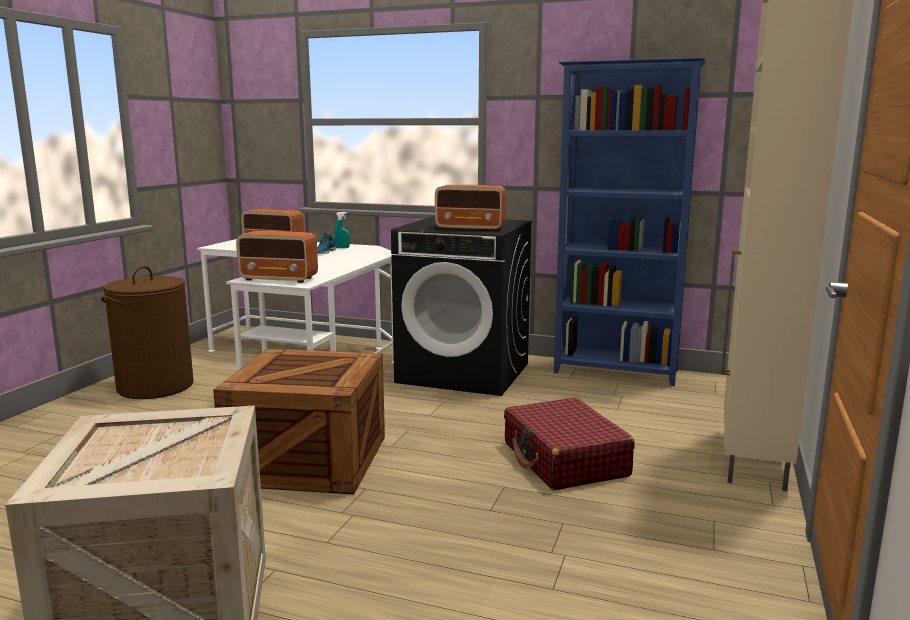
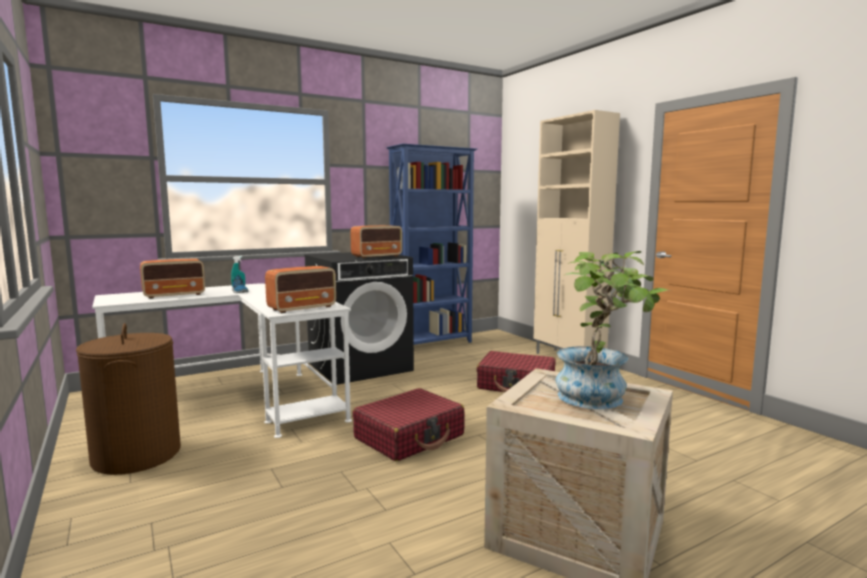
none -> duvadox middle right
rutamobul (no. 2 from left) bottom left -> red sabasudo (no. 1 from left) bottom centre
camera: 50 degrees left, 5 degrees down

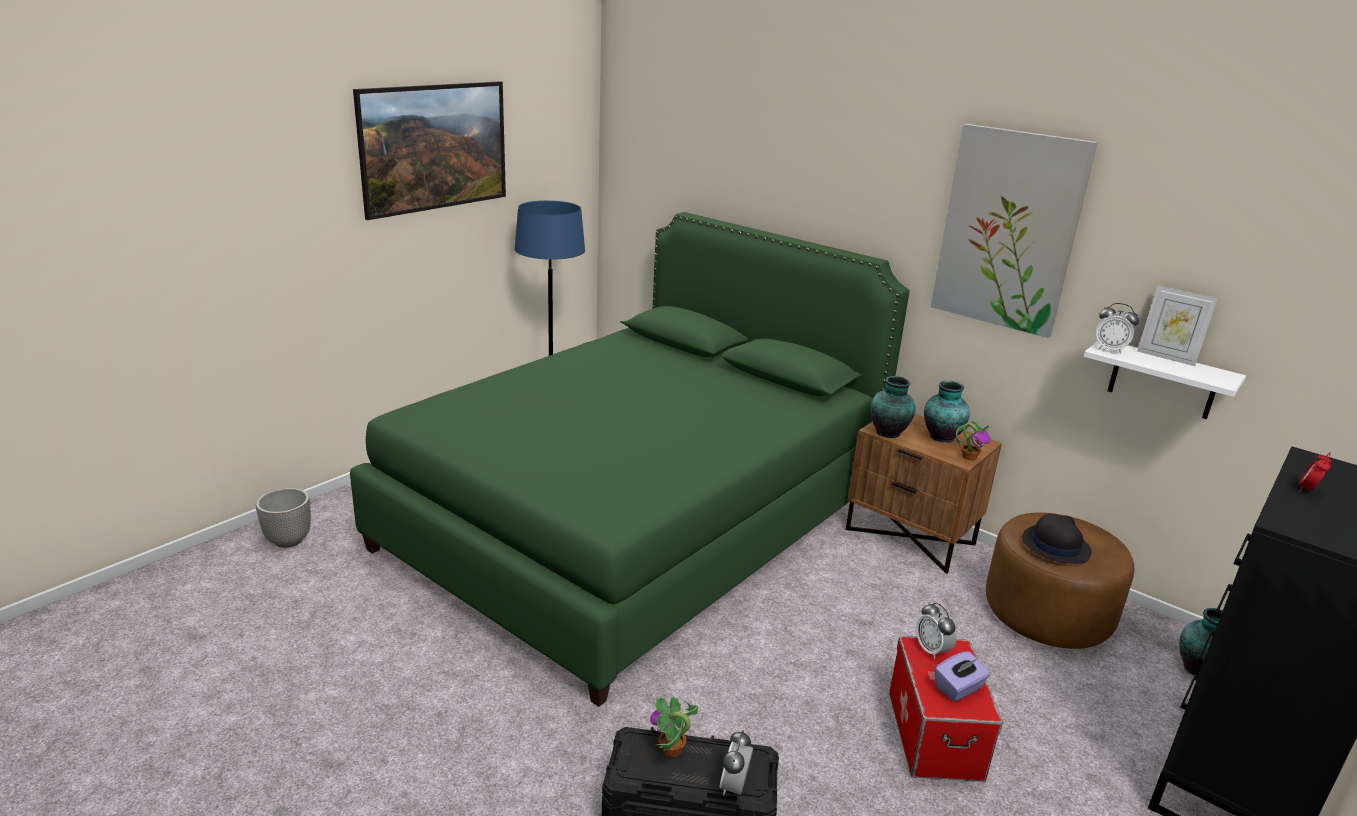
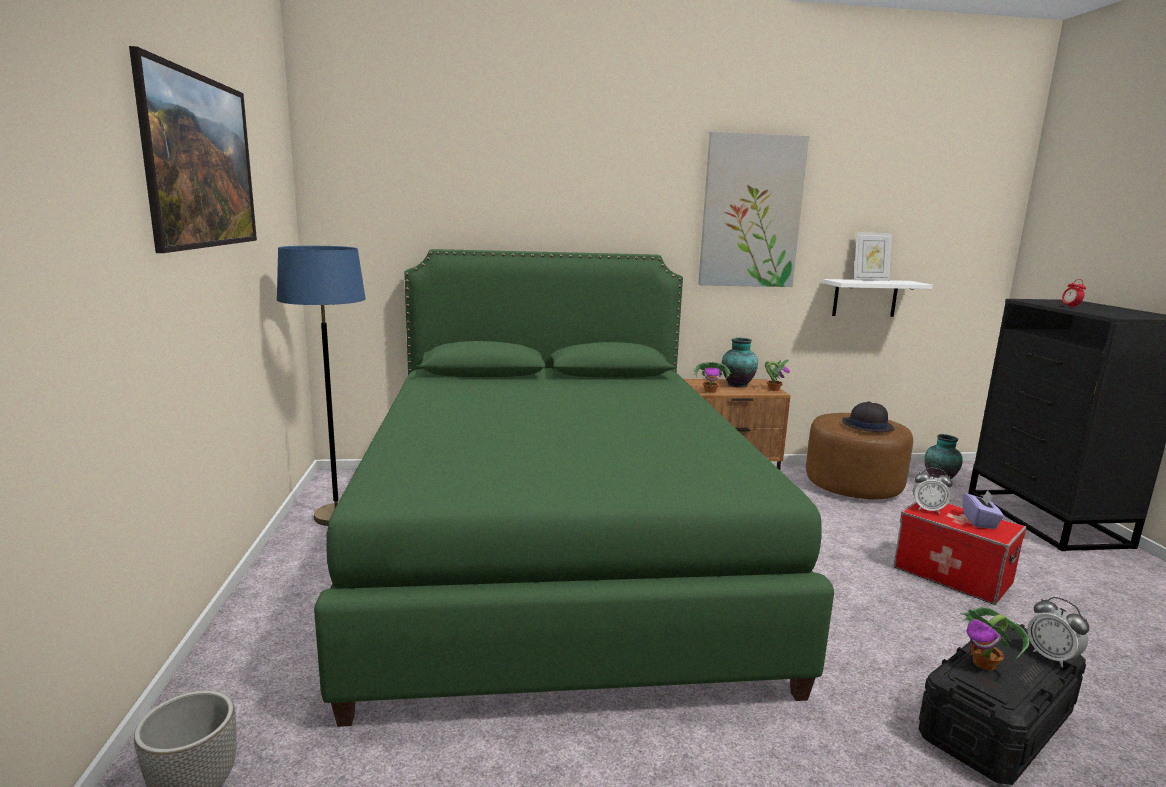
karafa (no. 3 from left) middle right -> none
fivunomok (no. 1 from left) centre -> duvadox (no. 1 from left) centre
camera: 45 degrees left, 10 degrees down

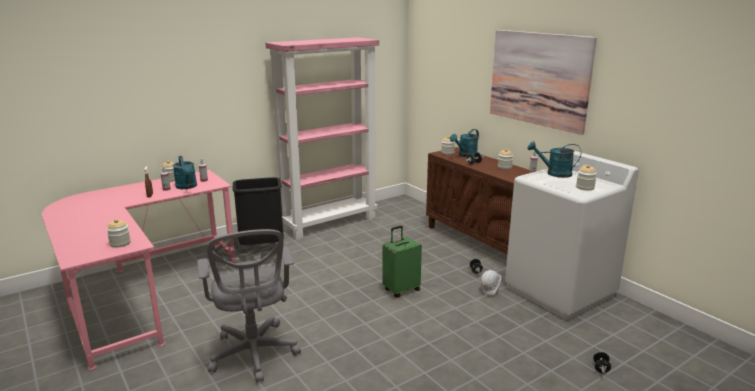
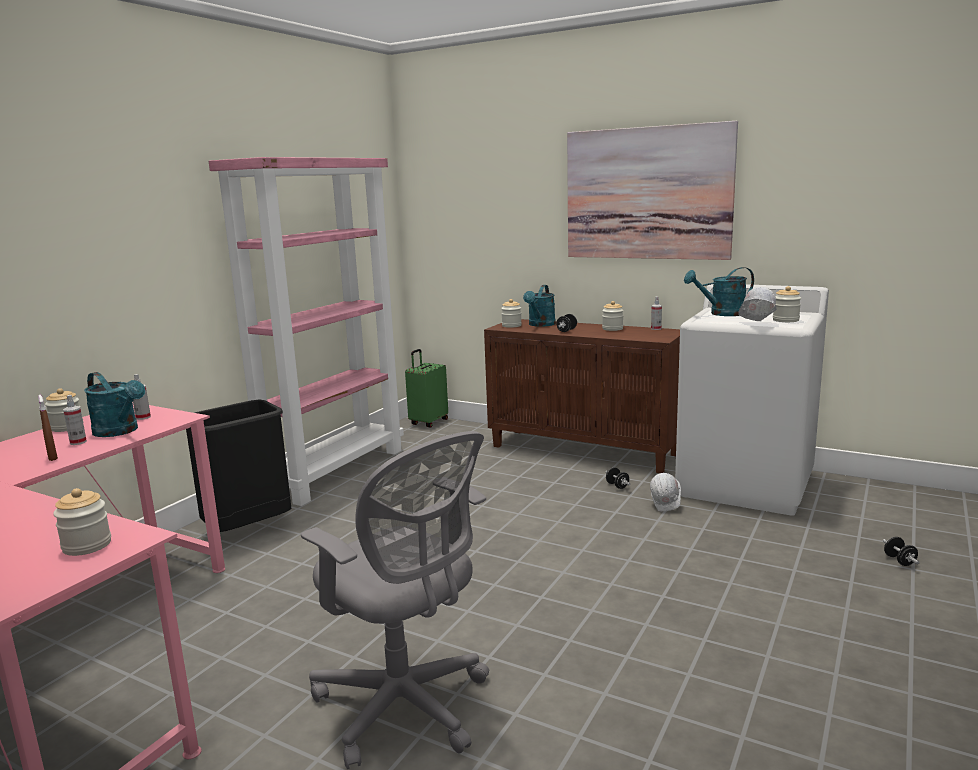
none -> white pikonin (no. 2 from left) middle right
green sabasudo bottom centre -> green sabasudo centre, relocated
camera: 25 degrees left, 5 degrees down

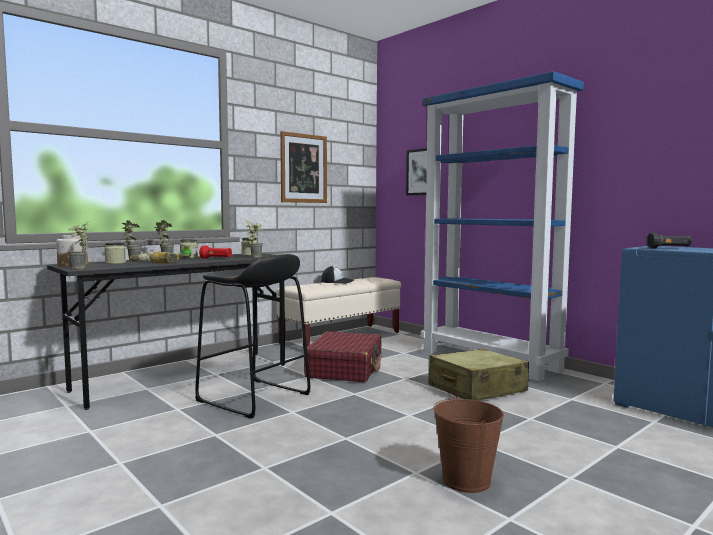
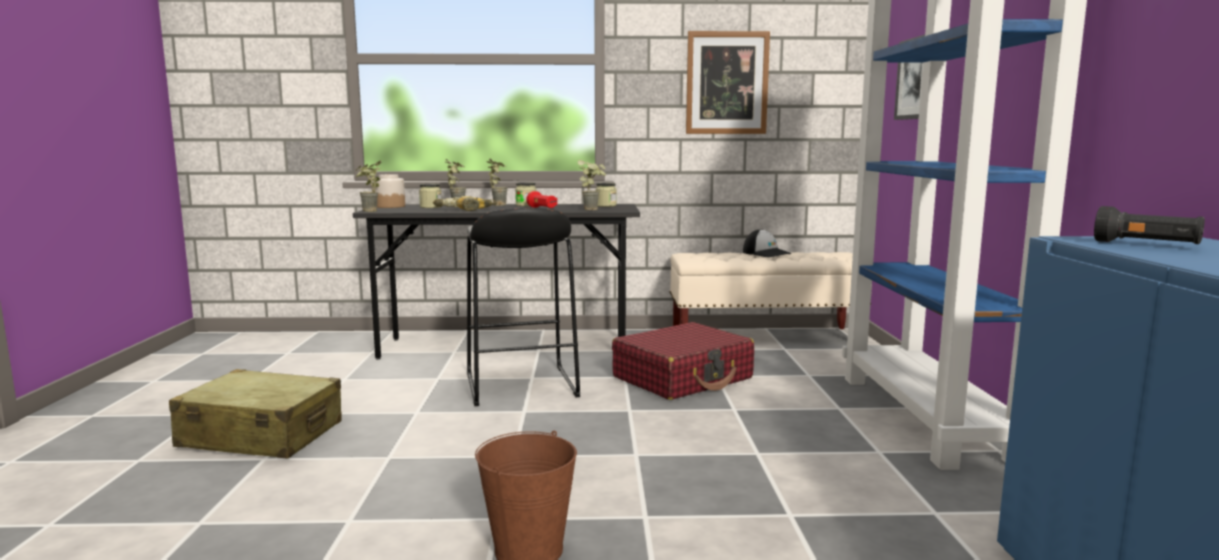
beige sabasudo bottom right -> beige sabasudo bottom left, relocated
camera: 40 degrees right, 5 degrees up

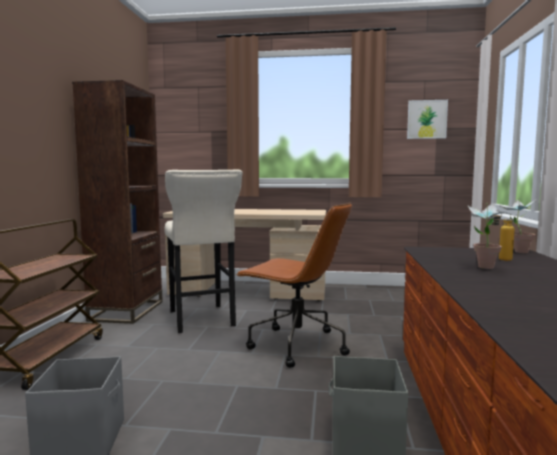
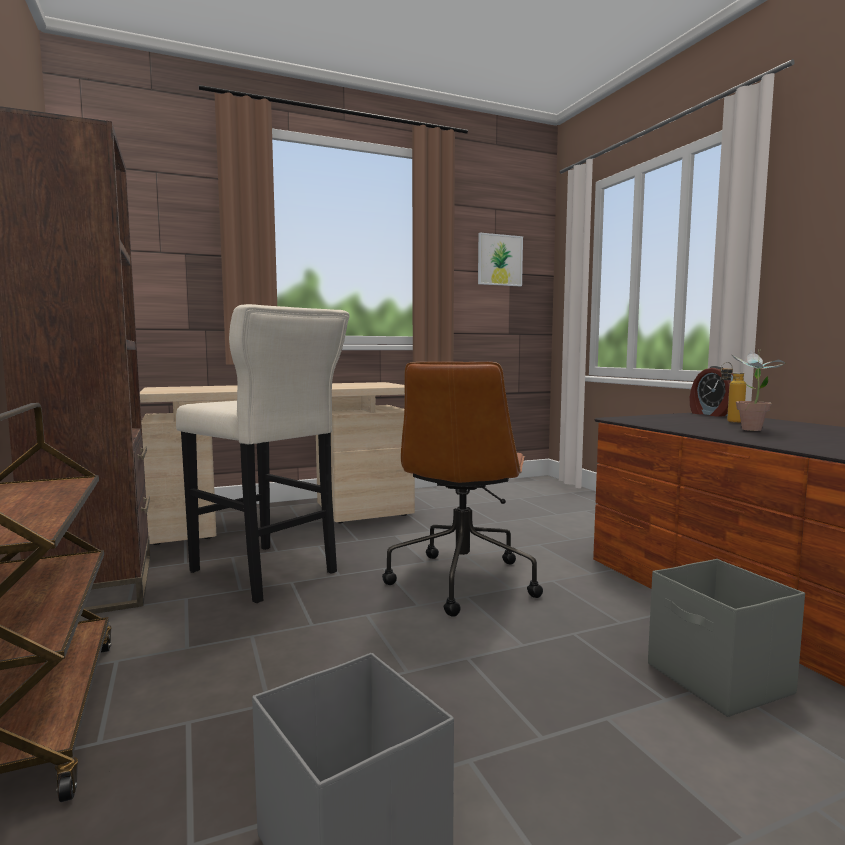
duvadox (no. 2 from left) middle right -> karafa middle right
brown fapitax centre, 105 degrees clockwise
camera: 30 degrees left, 0 degrees up

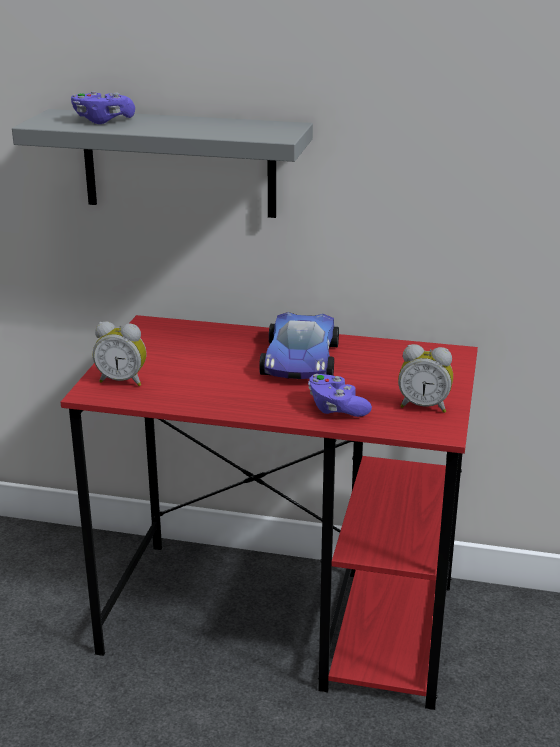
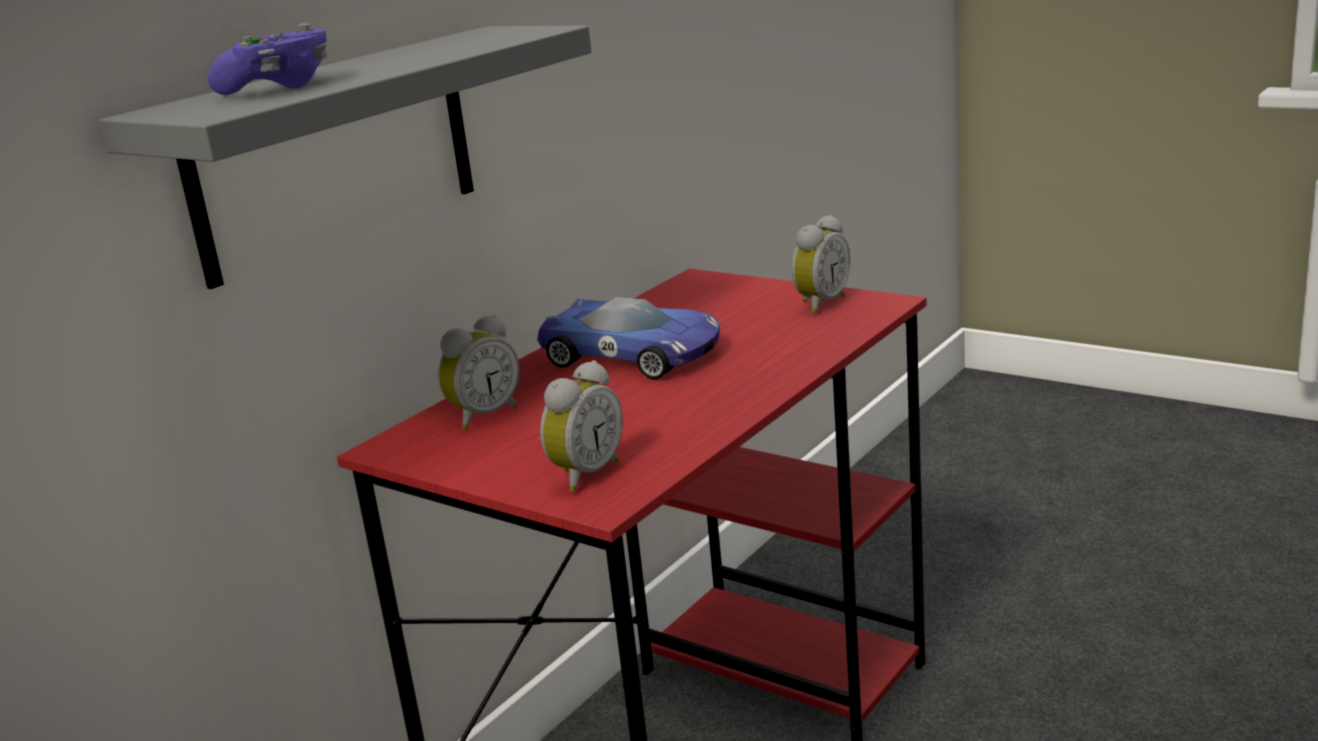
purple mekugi (no. 2 from left) centre -> none
none -> karafa (no. 1 from left) centre
camera: 65 degrees left, 5 degrees down

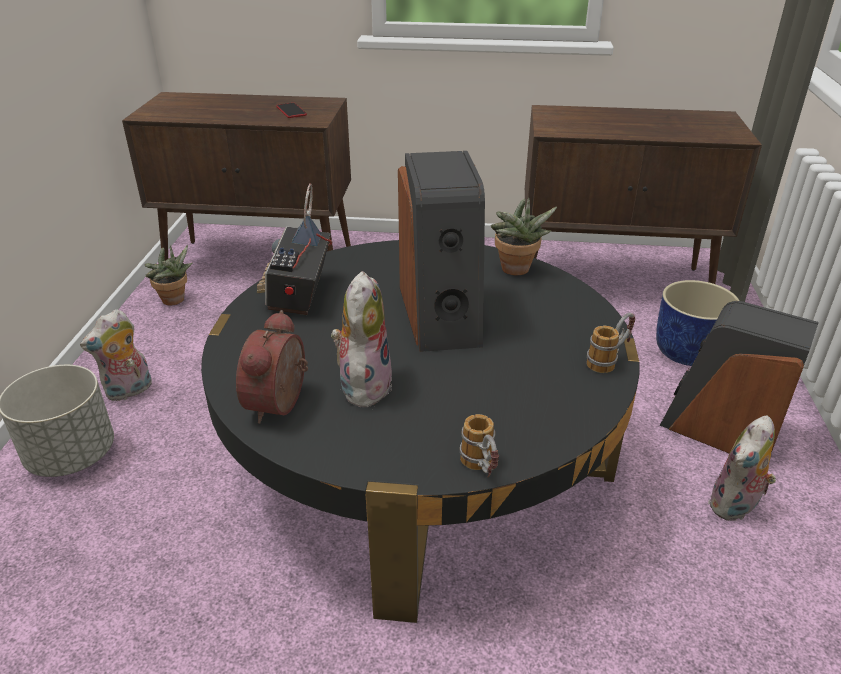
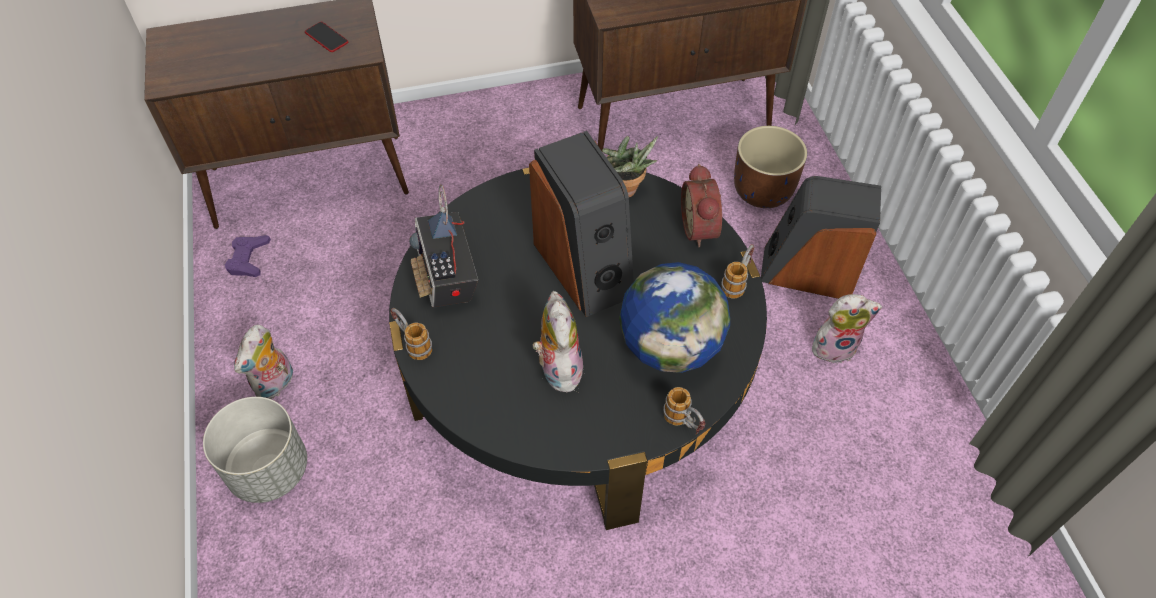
none -> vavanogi (no. 1 from left) centre
none -> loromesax centre
karafa middle left -> karafa centre, relocated
duvadox (no. 1 from left) middle left -> purple mekugi middle left
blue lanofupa middle right -> brown lanofupa top centre
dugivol (no. 3 from left) bottom right -> dugivol (no. 3 from left) middle right, 120 degrees counterclockwise
camera: 20 degrees left, 20 degrees up

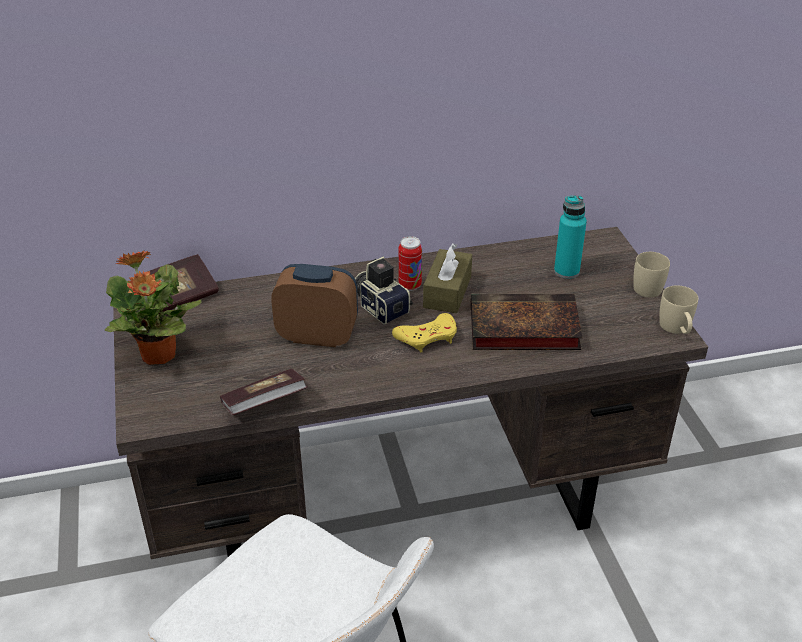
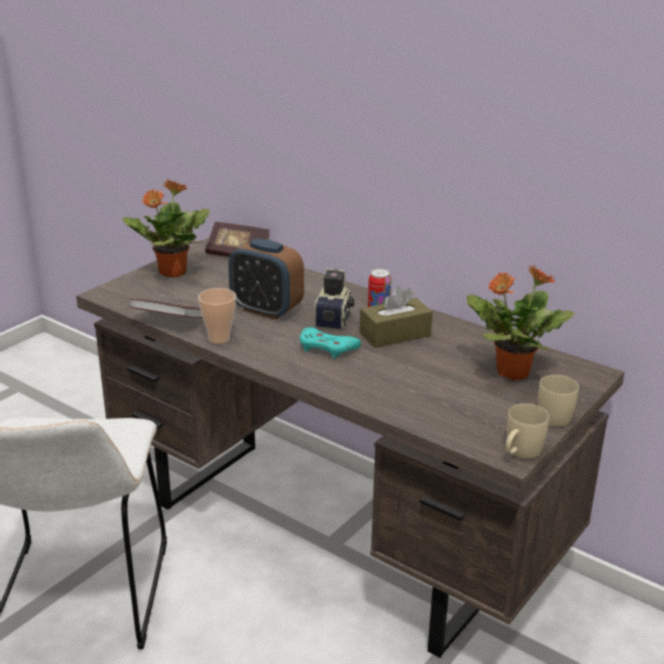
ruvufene (no. 3 from left) centre -> none
none -> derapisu middle left
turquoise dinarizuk middle right -> duvadox (no. 2 from left) middle right
yellow mekugi centre -> turquoise mekugi centre
karafa centre, 150 degrees clockwise
camera: 50 degrees right, 10 degrees down

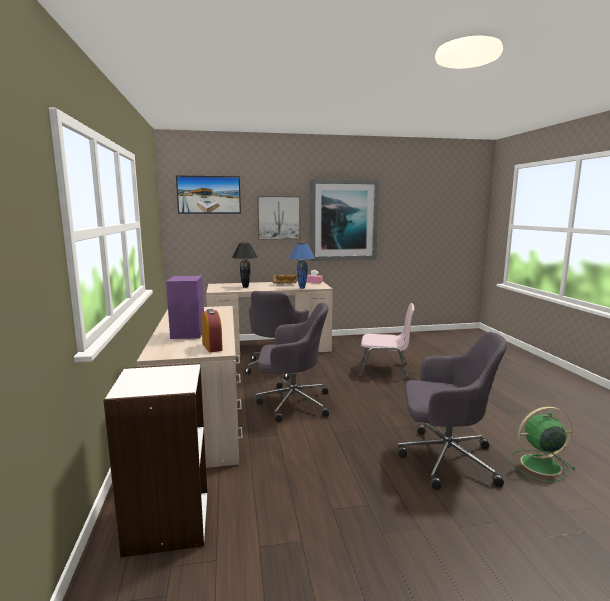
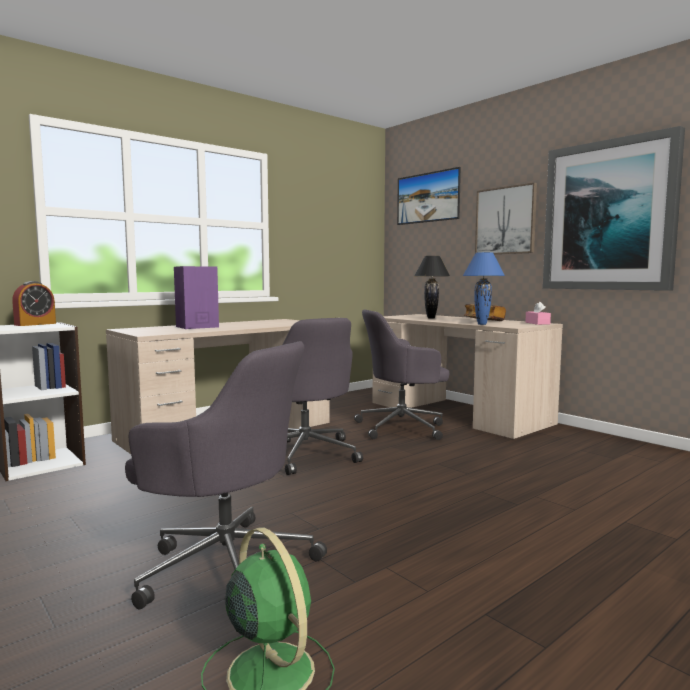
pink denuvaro centre -> none
karafa centre -> karafa middle left, relocated
grey fapitax (no. 3 from left in the first image) bottom right -> grey fapitax (no. 1 from left) bottom left, 45 degrees counterclockwise
camera: 60 degrees right, 5 degrees down

